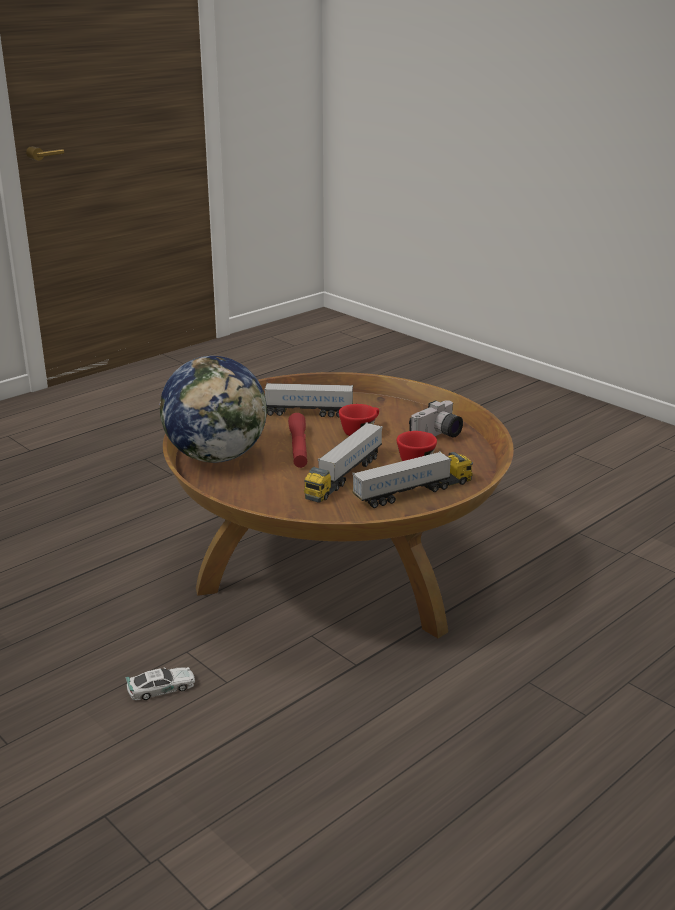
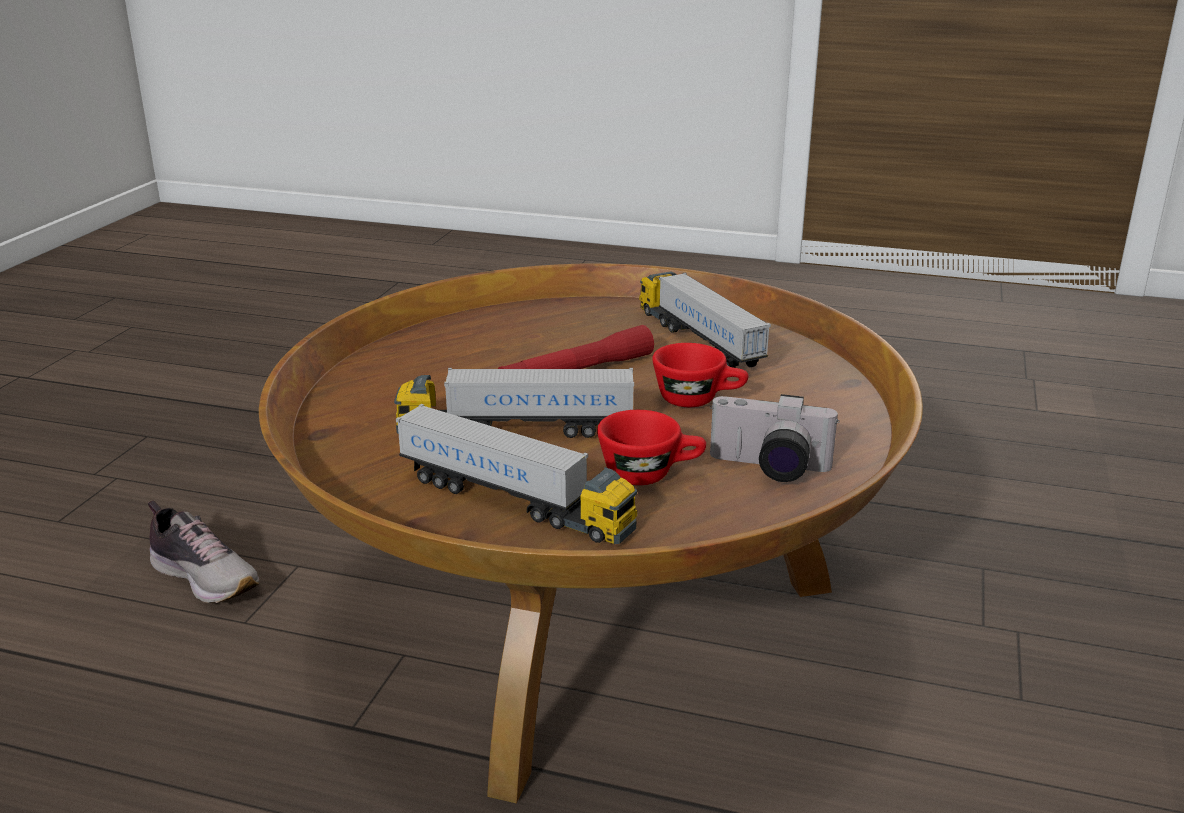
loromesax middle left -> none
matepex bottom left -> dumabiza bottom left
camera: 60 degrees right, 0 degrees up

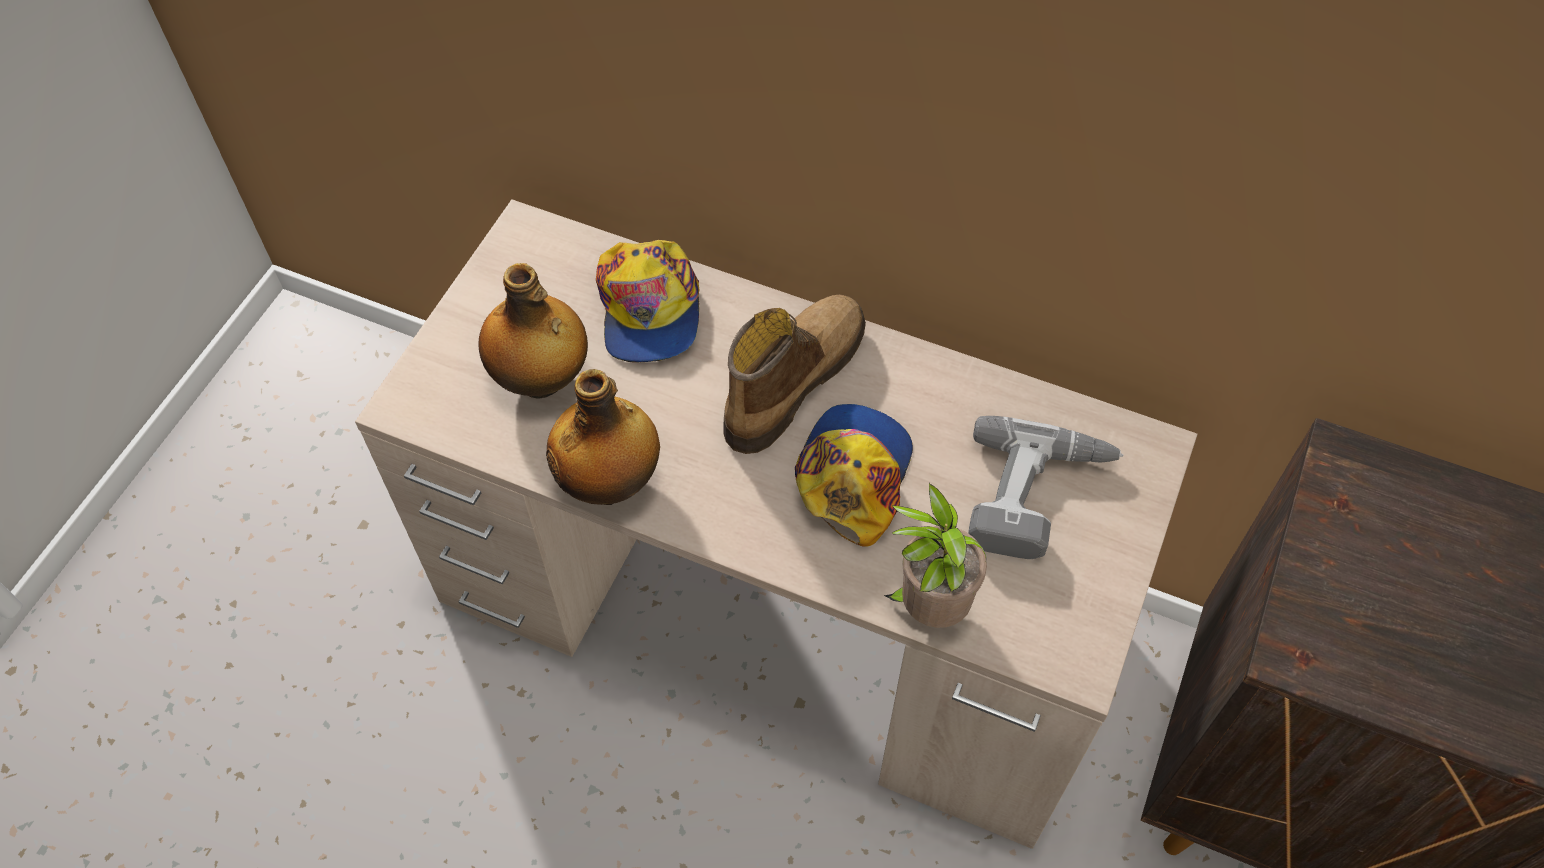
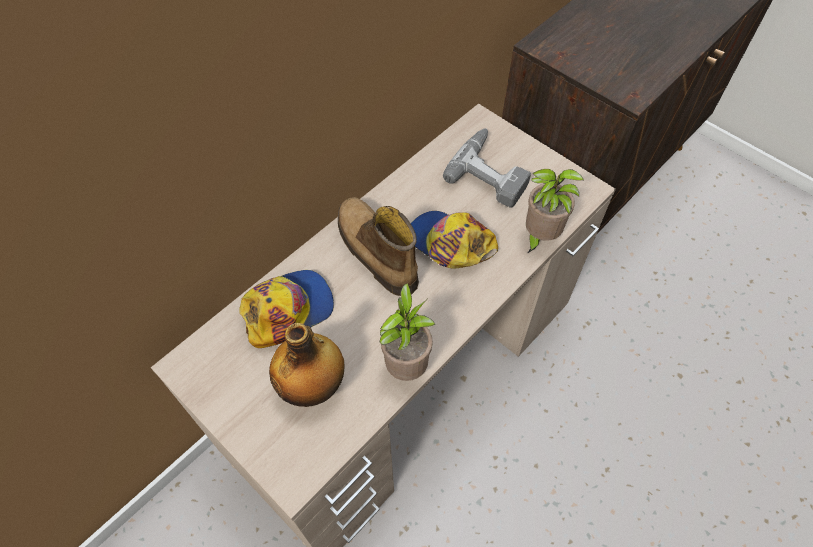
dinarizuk (no. 2 from left) centre -> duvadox (no. 1 from left) centre
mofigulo (no. 1 from left) centre, 45 degrees counterclockwise
camera: 70 degrees left, 0 degrees up

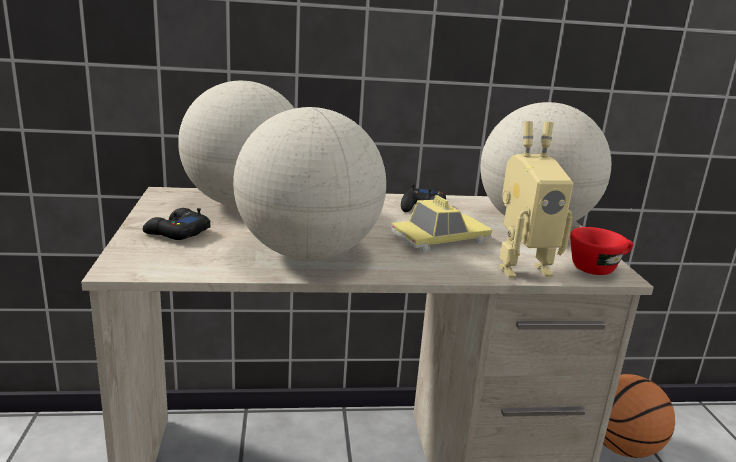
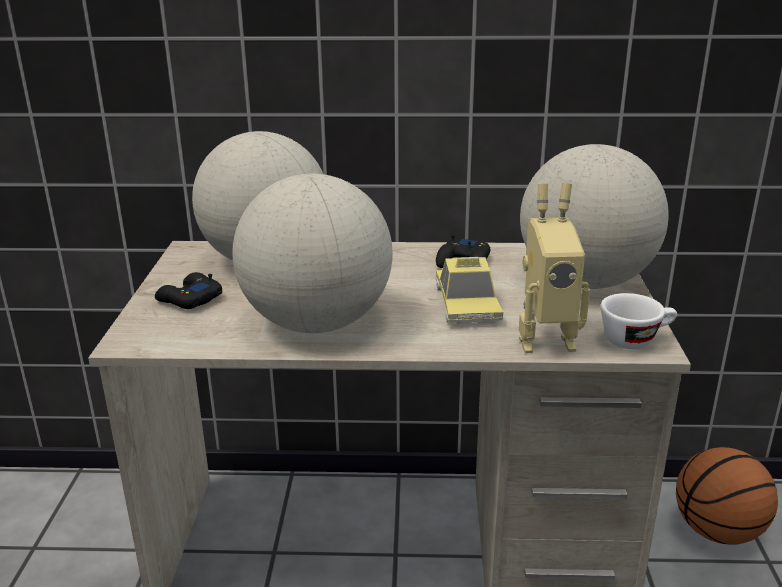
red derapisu middle right -> white derapisu middle right
matepex centre, 105 degrees clockwise
camera: 10 degrees right, 5 degrees up

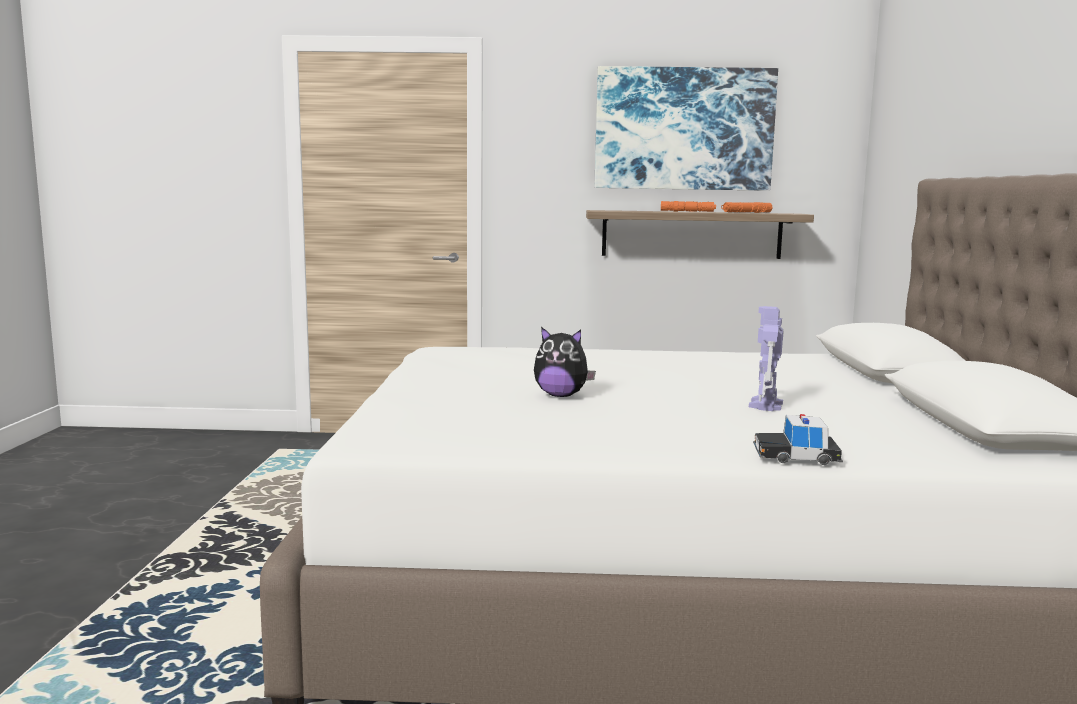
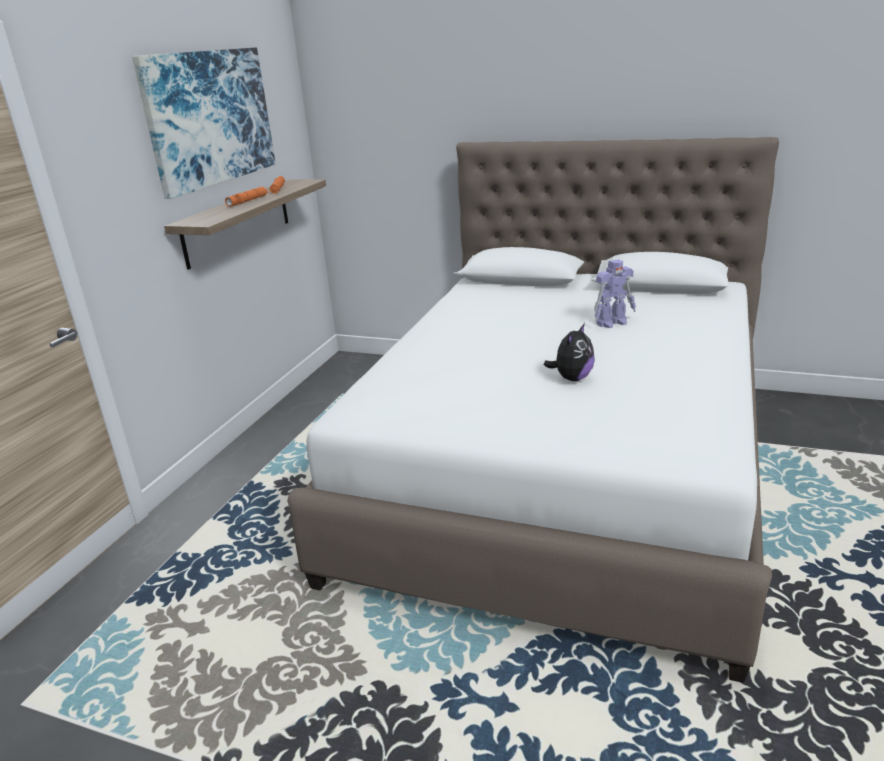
matepex middle right -> none
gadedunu middle right, 60 degrees counterclockwise
camera: 70 degrees left, 15 degrees up

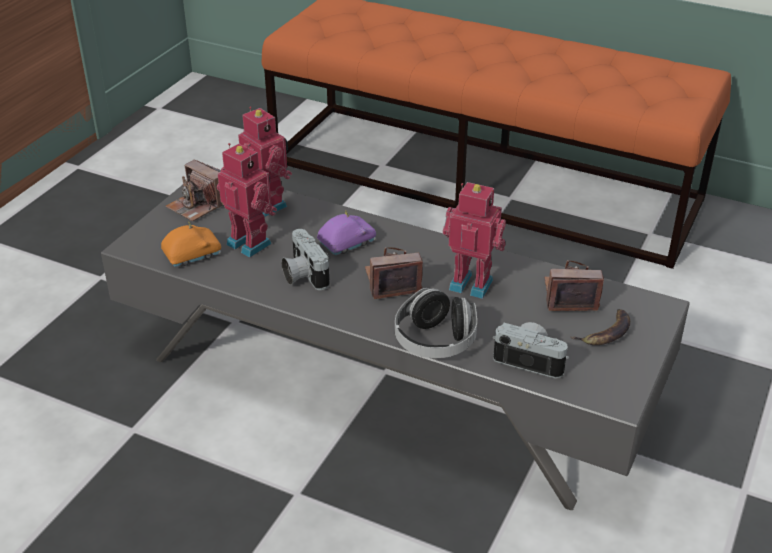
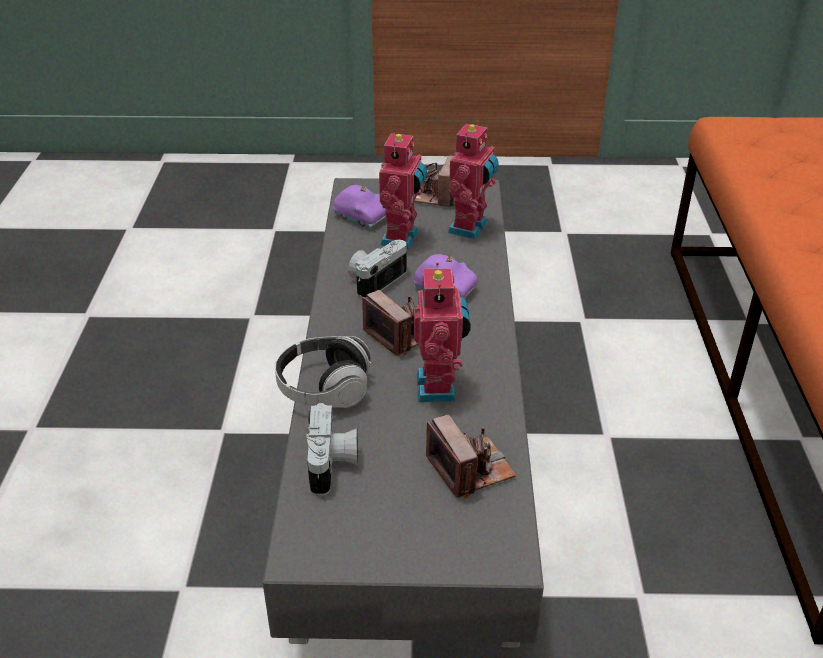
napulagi middle right -> none
orange matepex middle left -> purple matepex (no. 1 from left) top centre
camera: 65 degrees right, 0 degrees up

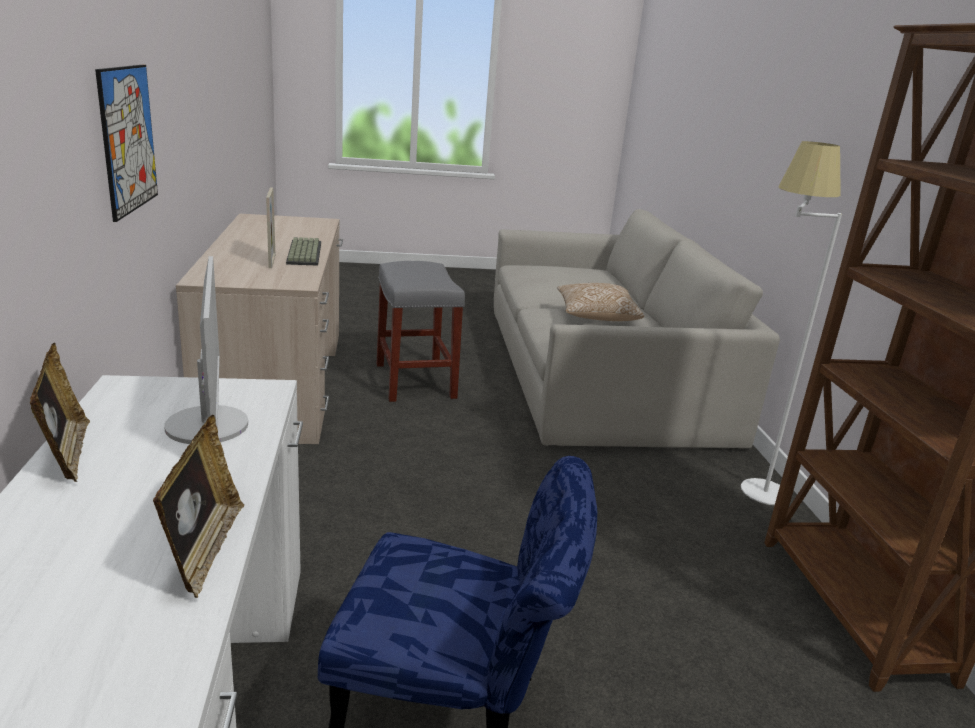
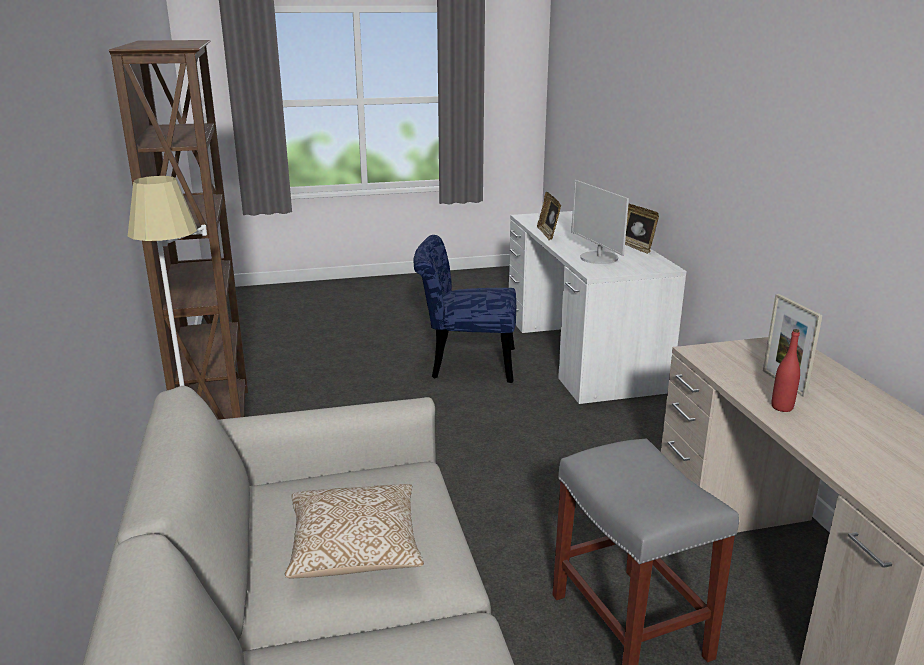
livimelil top left -> none
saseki middle left -> red dinarizuk middle right
camera: 175 degrees right, 0 degrees up

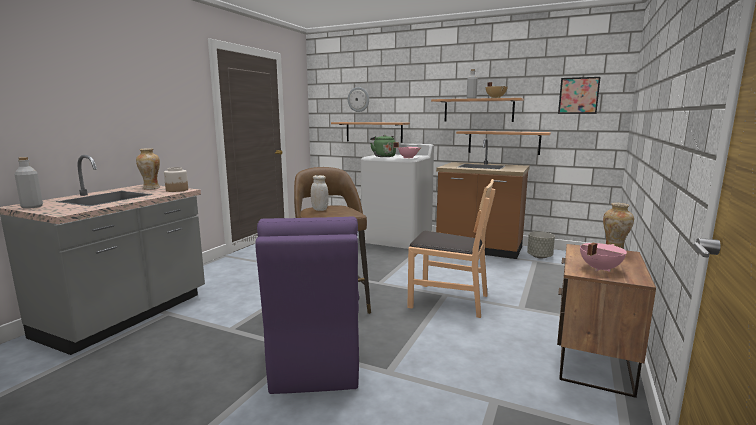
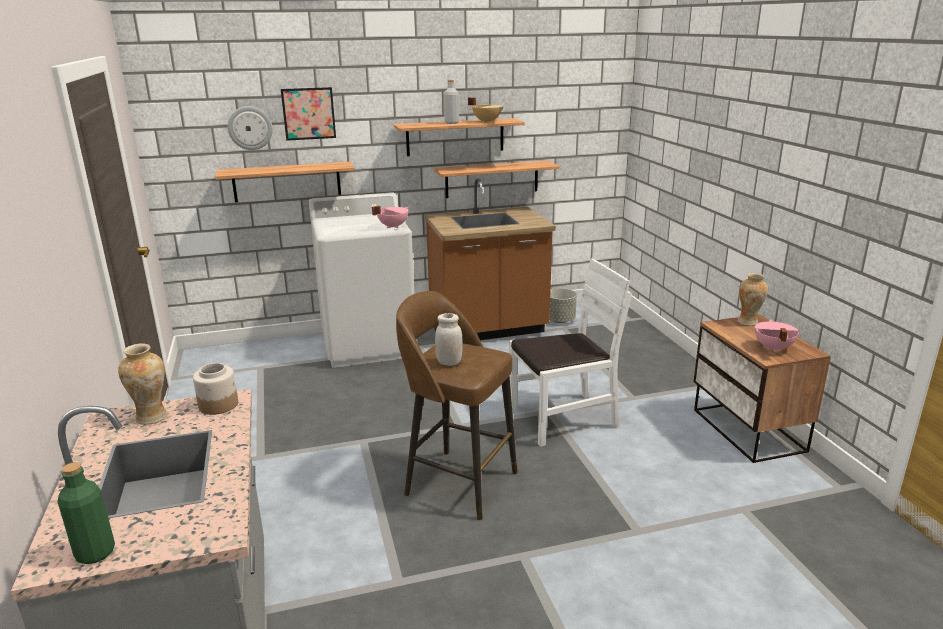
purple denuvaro bottom centre -> none
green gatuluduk centre -> none
livimelil top right -> livimelil top left, relocated
grey dinarizuk (no. 1 from left) middle left -> green dinarizuk bottom left
brown denuvaro centre -> white denuvaro centre
camera: 40 degrees left, 10 degrees up

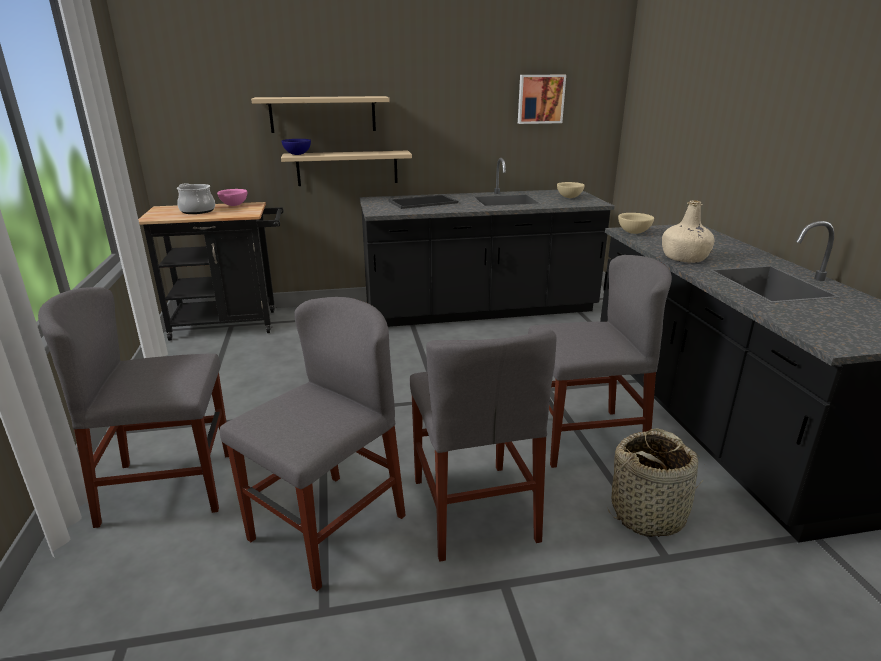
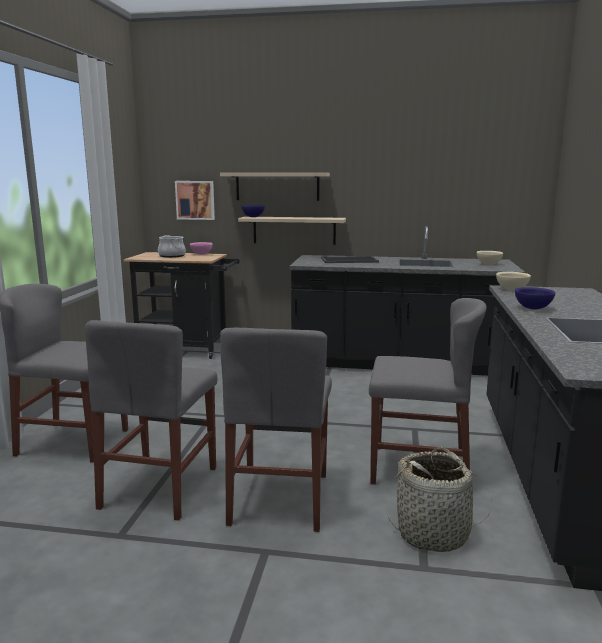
livimelil top centre -> livimelil top left, relocated
beige dinarizuk middle right -> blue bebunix (no. 2 from left) middle right
grey denuvaro (no. 2 from left) bottom centre -> grey denuvaro (no. 2 from left) middle left, 135 degrees clockwise
camera: 20 degrees right, 10 degrees down

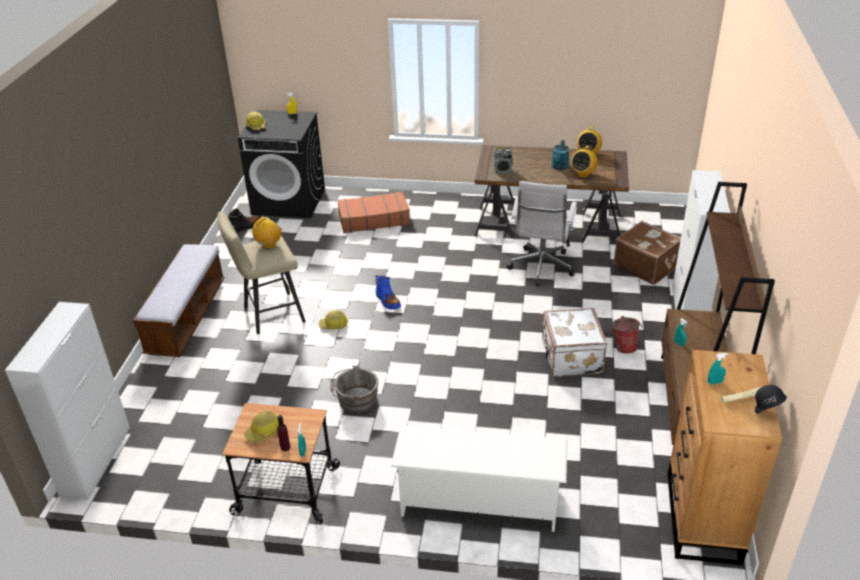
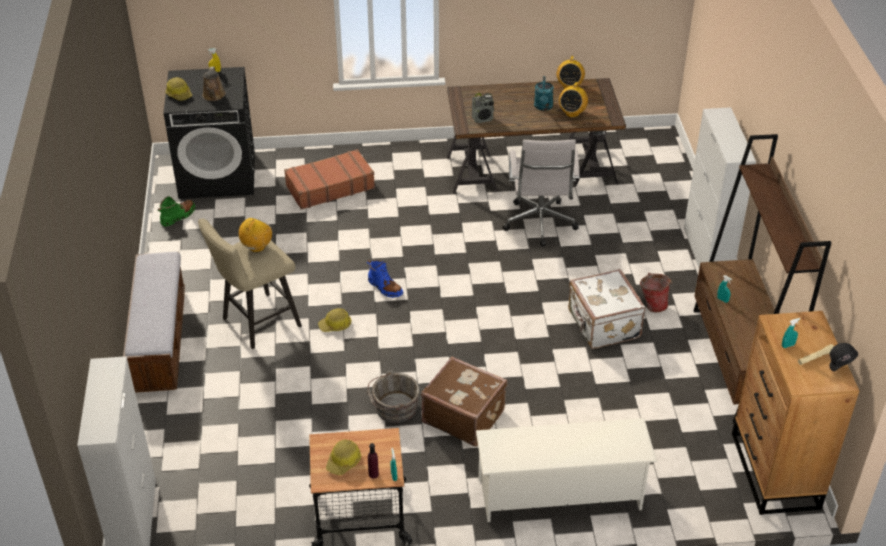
none -> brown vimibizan top left
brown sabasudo (no. 2 from left) middle right -> brown sabasudo (no. 2 from left) bottom centre, relocated
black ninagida middle left -> green ninagida middle left
camera: 15 degrees left, 5 degrees up

